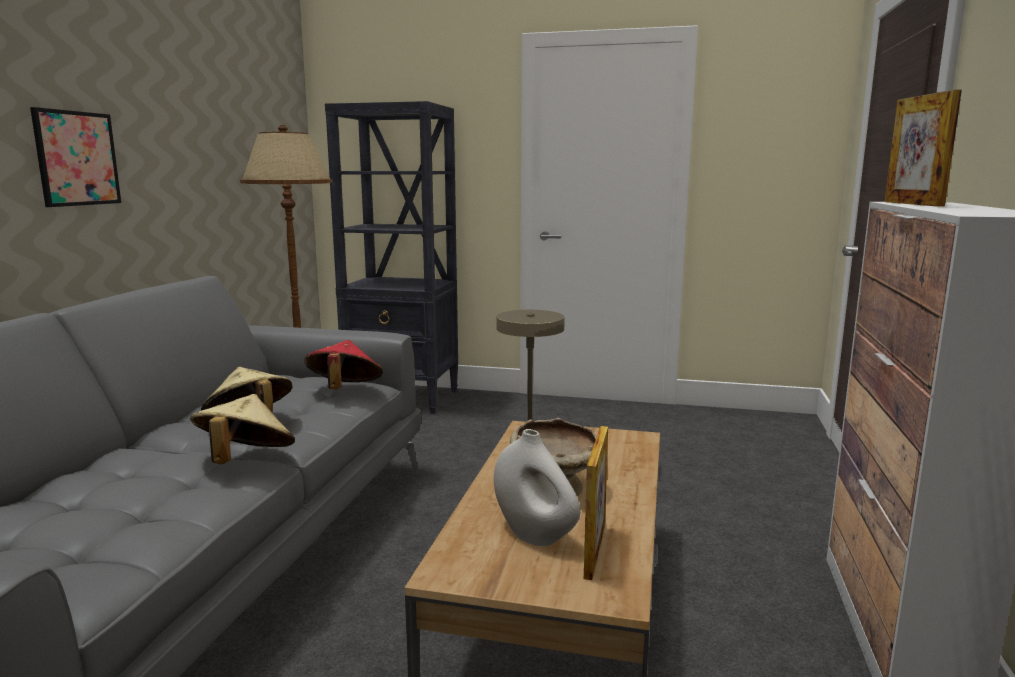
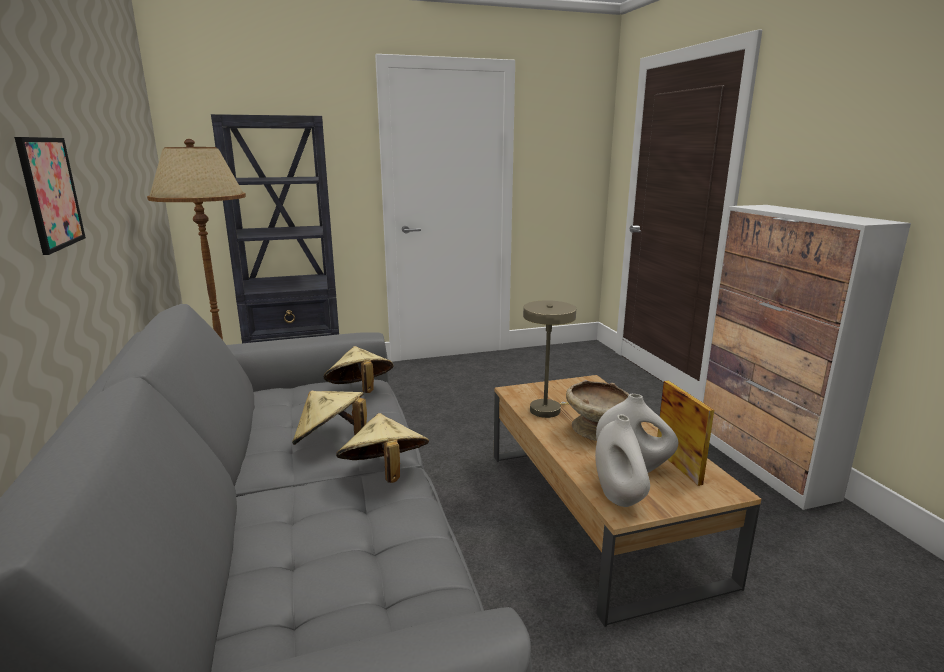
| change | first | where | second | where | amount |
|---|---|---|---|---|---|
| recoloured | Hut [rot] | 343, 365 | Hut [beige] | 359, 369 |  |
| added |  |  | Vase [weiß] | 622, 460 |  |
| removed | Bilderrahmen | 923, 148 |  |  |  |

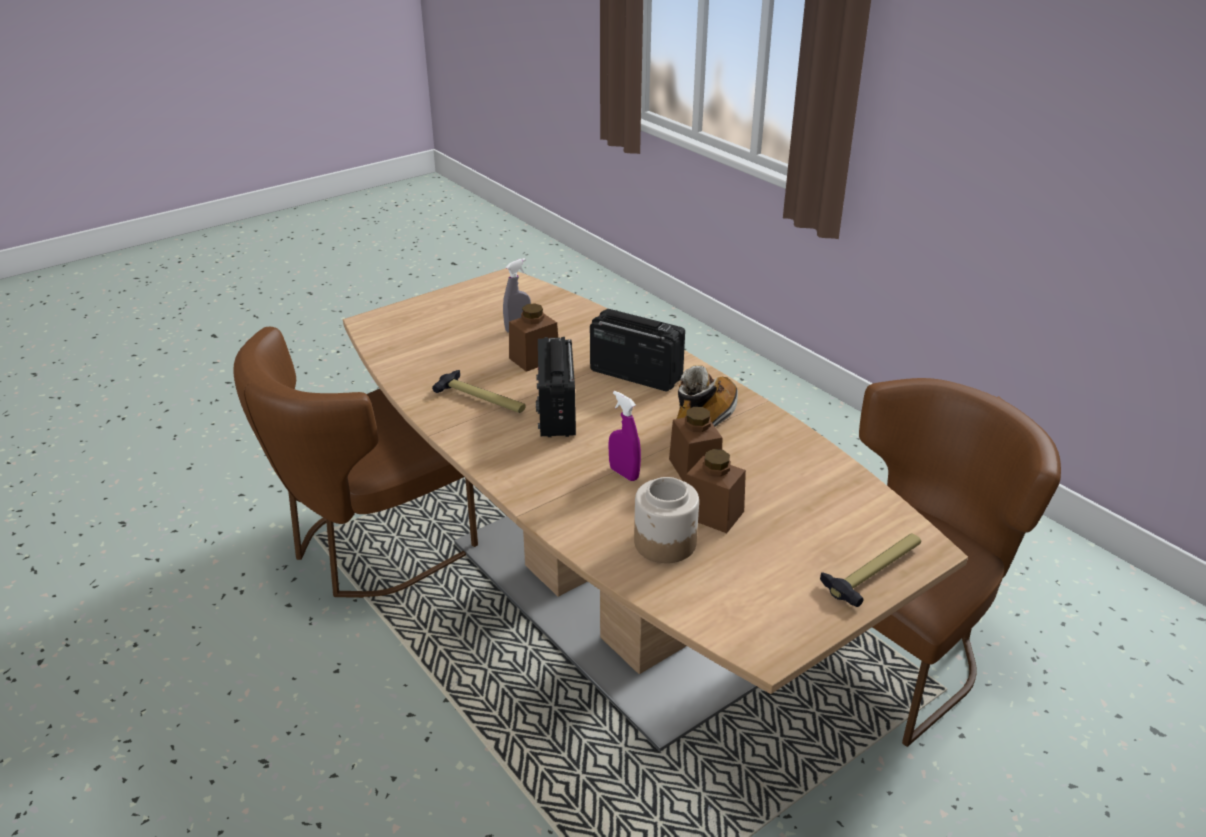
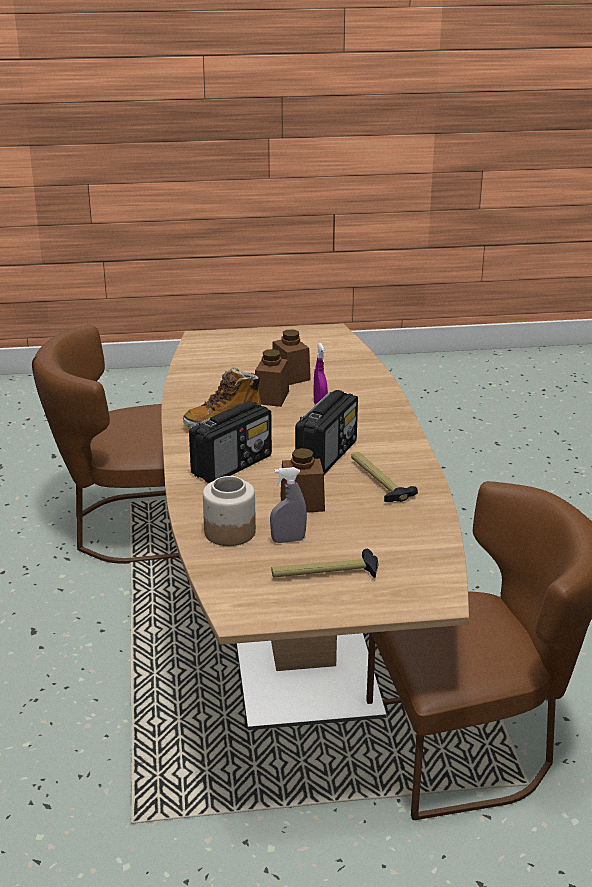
| change | first | where | second | where | amount |
|---|---|---|---|---|---|
| turned | Radio | 637, 350 |  | 230, 442 | 105 degrees counterclockwise |
| moved | Vorratsglas | 666, 520 |  | 229, 511 |  |
| moved | Hammer | 870, 570 |  | 324, 563 |  |

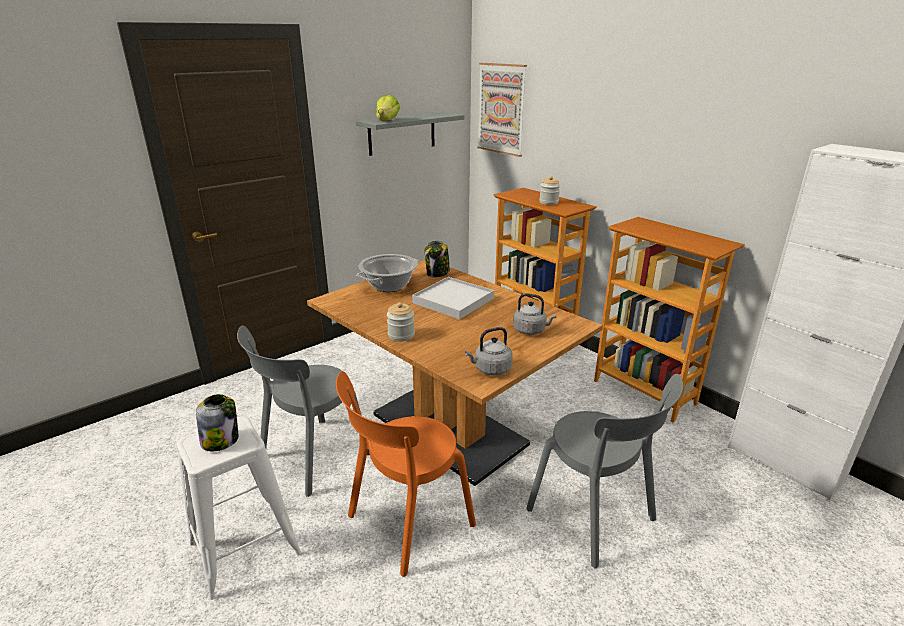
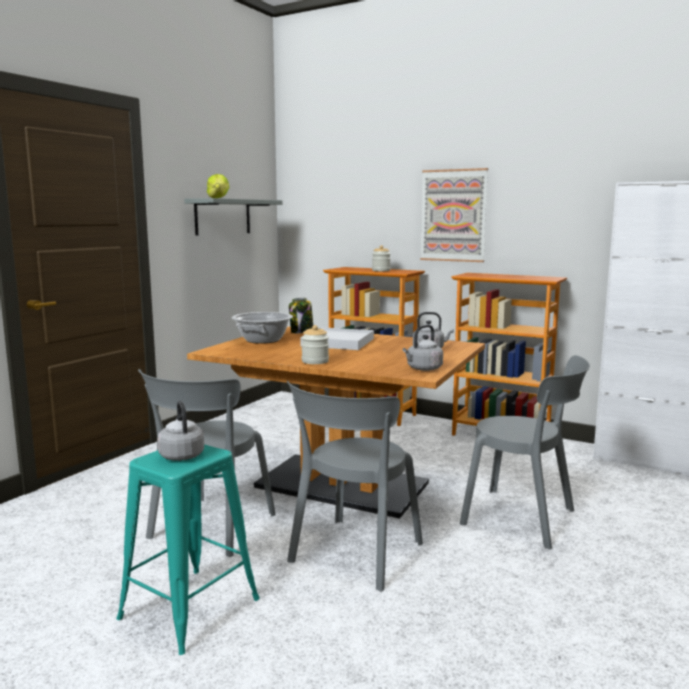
| change | first | where | second | where | amount |
|---|---|---|---|---|---|
| recoloured | Hocker [weiß] | 239, 508 | Hocker [türkis] | 188, 549 |  |
| replaced | Vorratsglas | 217, 422 | Wasserkessel [grau] | 181, 431 |  |
| recoloured | Stuhl [orange] | 406, 474 | Stuhl [grau] | 355, 485 |  |
| moved | Bild | 502, 110 |  | 454, 215 |  |

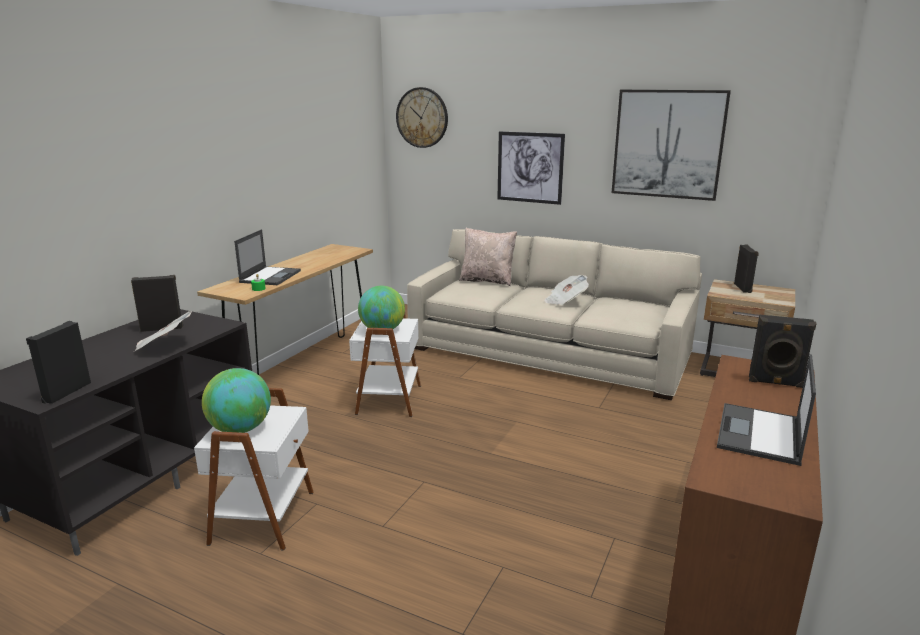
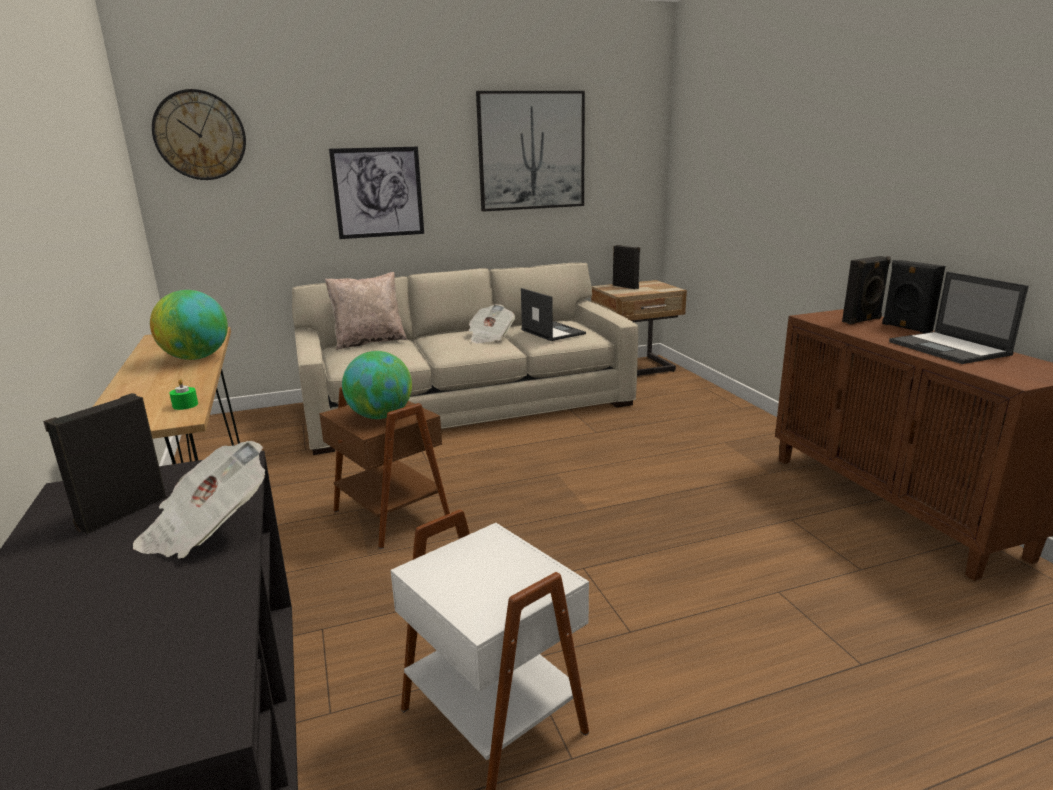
| change | first | where | second | where | amount |
|---|---|---|---|---|---|
| moved | Globus | 236, 400 |  | 189, 325 |  |
| recoloured | Beistelltisch [weiß] | 385, 365 | Beistelltisch [braun] | 384, 468 |  |
| moved | Laptop | 267, 257 |  | 553, 314 |  |
| moved | Lautsprecher [schwarz] | 58, 362 |  | 913, 296 |  |

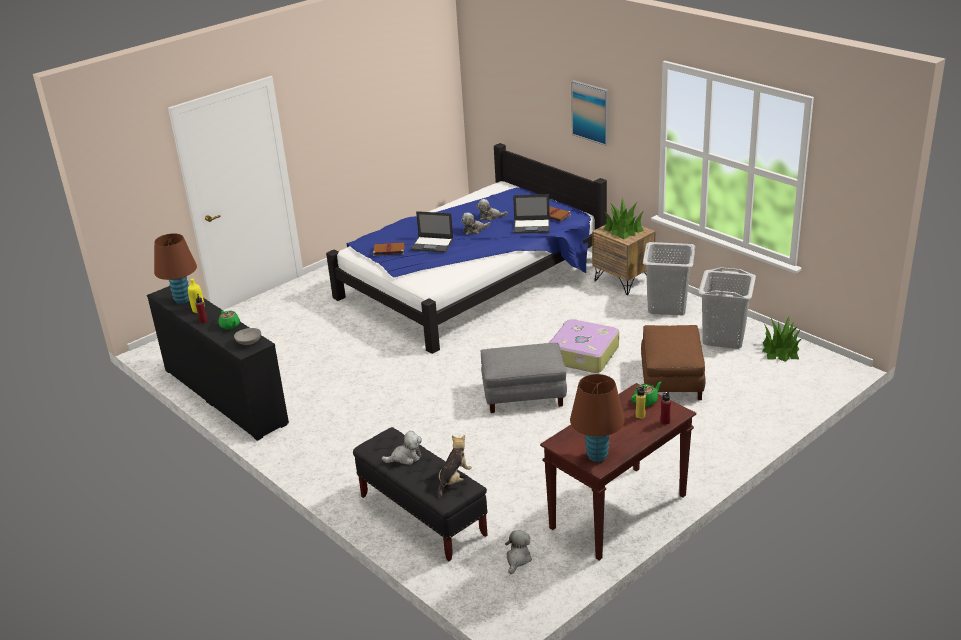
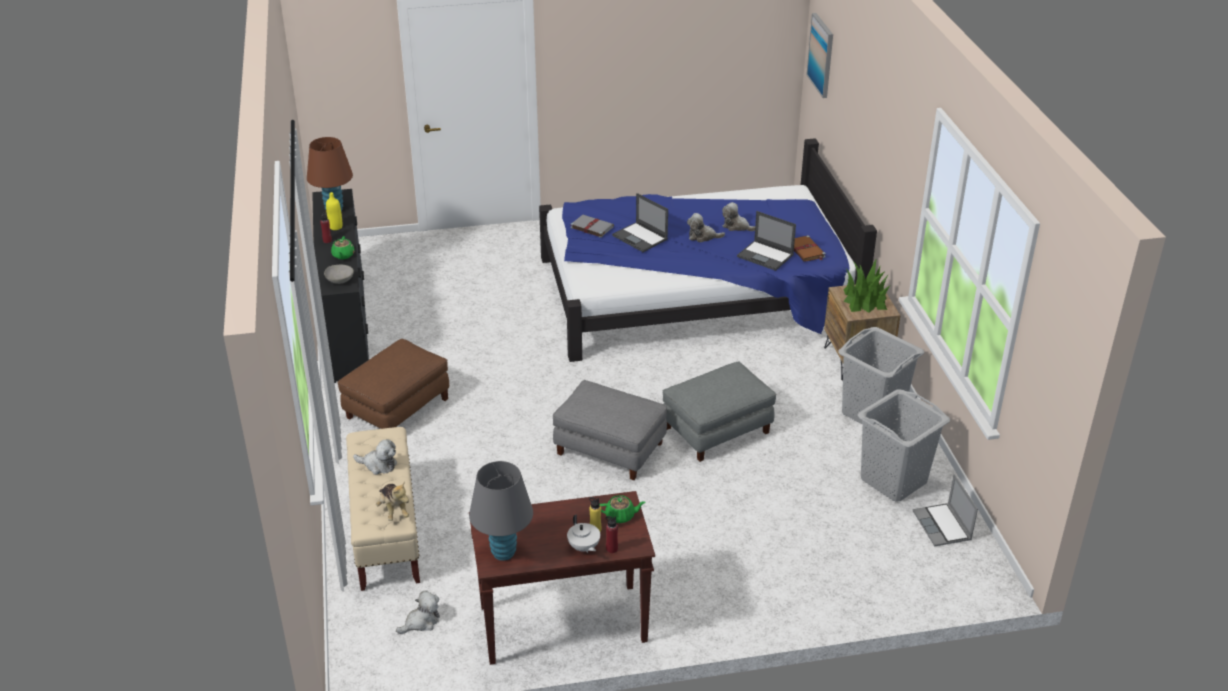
| change | first | where | second | where | amount |
|---|---|---|---|---|---|
| moved | Polsterhocker [braun] | 673, 362 |  | 393, 384 |  |
| recoloured | Bank [schwarz] | 420, 494 | Bank [beige] | 383, 509 |  |
| turned | Plüschtier | 455, 466 |  | 392, 501 | 90 degrees clockwise |
| recoloured | Tischlampe [braun] | 597, 418 | Tischlampe [grau] | 501, 511 |  |
| added |  |  | Teekanne [weiß] | 583, 534 |  |
| recoloured | Buch [braun] | 388, 249 | Buch [grau] | 592, 226 |  |
| replaced | Koffer | 583, 346 | Polsterhocker [grau] | 719, 411 |  |
| moved | Bild | 590, 113 |  | 819, 55 |  |
| replaced | Topfpflanze | 781, 338 | Laptop | 945, 510 |  |

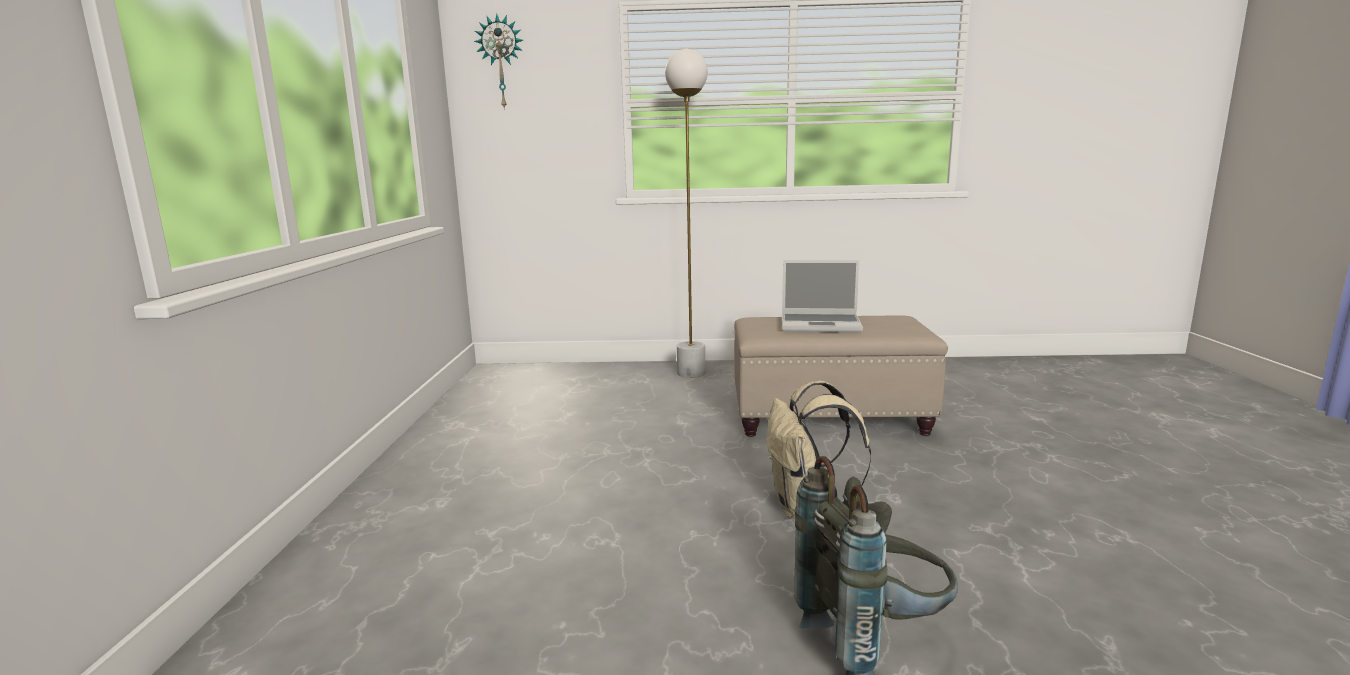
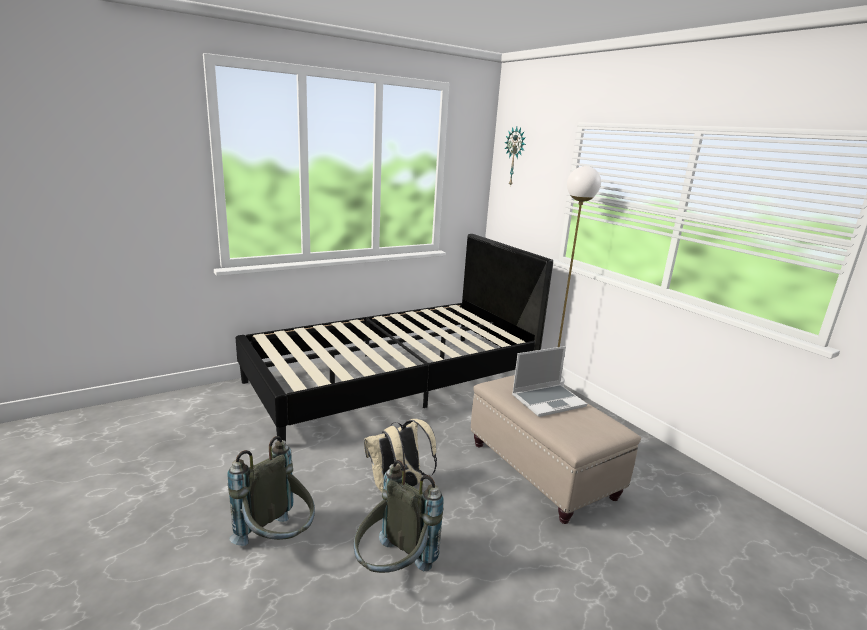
| change | first | where | second | where | amount |
|---|---|---|---|---|---|
| added |  |  | Bett [schwarz] | 394, 338 |  |
| added |  |  | Rucksack [grau] | 399, 516 |  |
| turned | Laptop | 822, 296 |  | 549, 381 | 90 degrees counterclockwise |

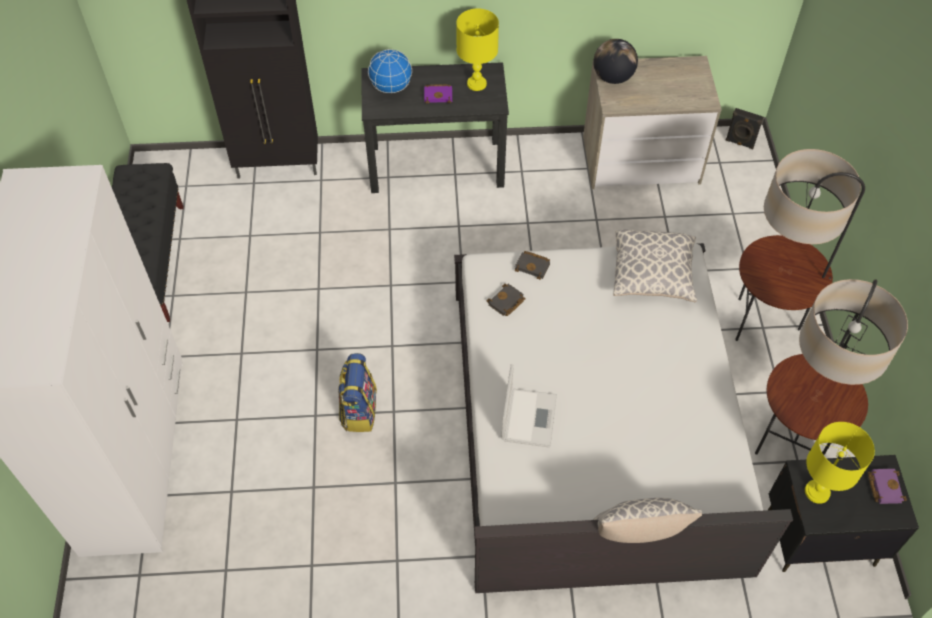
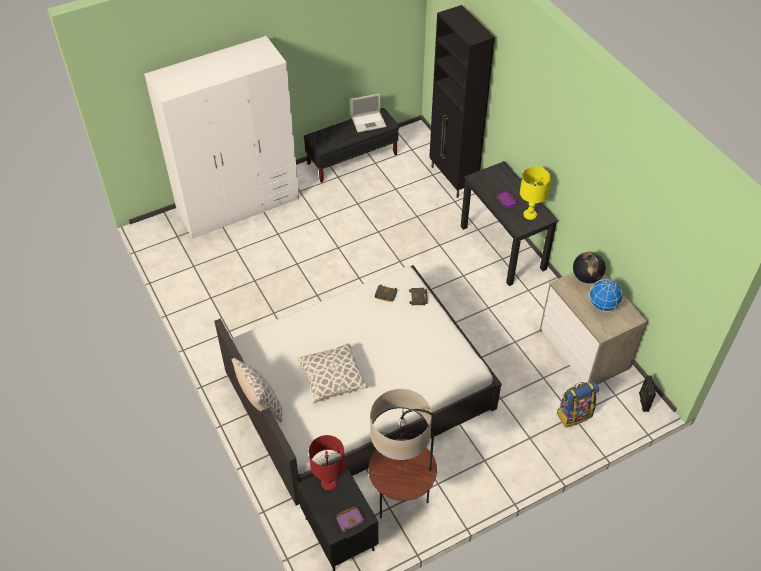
| change | first | where | second | where | amount |
|---|---|---|---|---|---|
| moved | Kissen | 655, 265 |  | 333, 373 |  |
| recoloured | Tischlampe [gelb] | 840, 463 | Tischlampe [rot] | 327, 463 |  |
| moved | Laptop | 529, 406 |  | 369, 113 |  |
| moved | Rucksack | 357, 392 |  | 578, 404 |  |
| moved | Globus | 390, 71 |  | 606, 295 |  |
| removed | Stehlampe | 800, 245 |  |  |  |

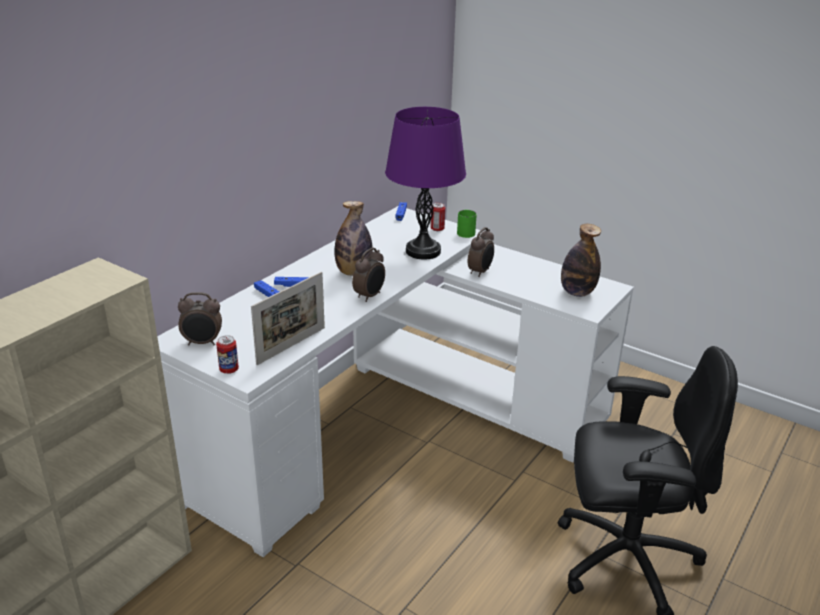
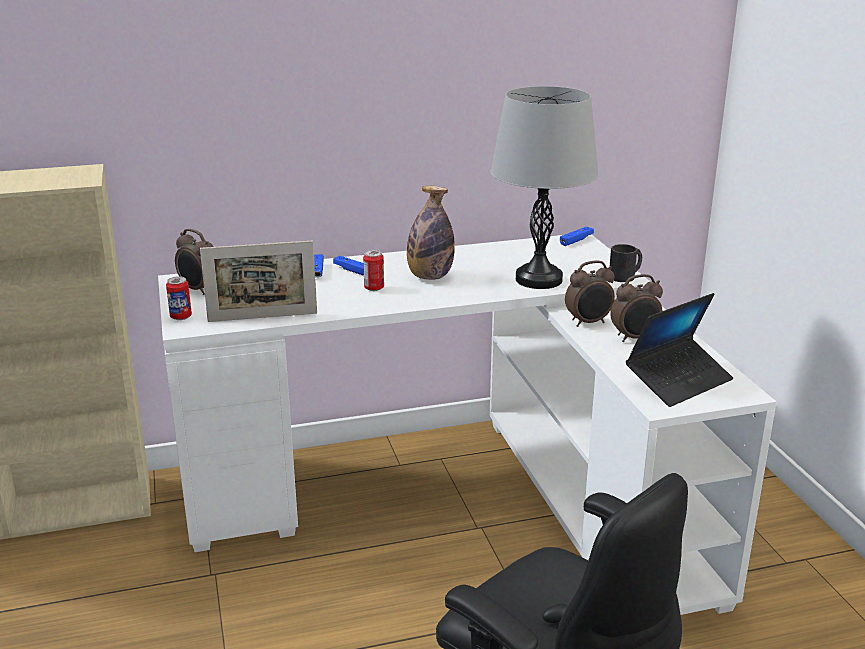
| change | first | where | second | where | amount |
|---|---|---|---|---|---|
| moved | Dose | 438, 217 |  | 373, 270 |  |
| recoloured | Tischlampe [lila] | 425, 183 | Tischlampe [grau] | 544, 187 |  |
| recoloured | Henkelbecher [grün] | 467, 224 | Henkelbecher [schwarz] | 626, 263 |  |
| moved | Wecker | 368, 275 |  | 637, 308 |  |
| replaced | Flasche | 581, 260 | Laptop | 679, 350 |  |

